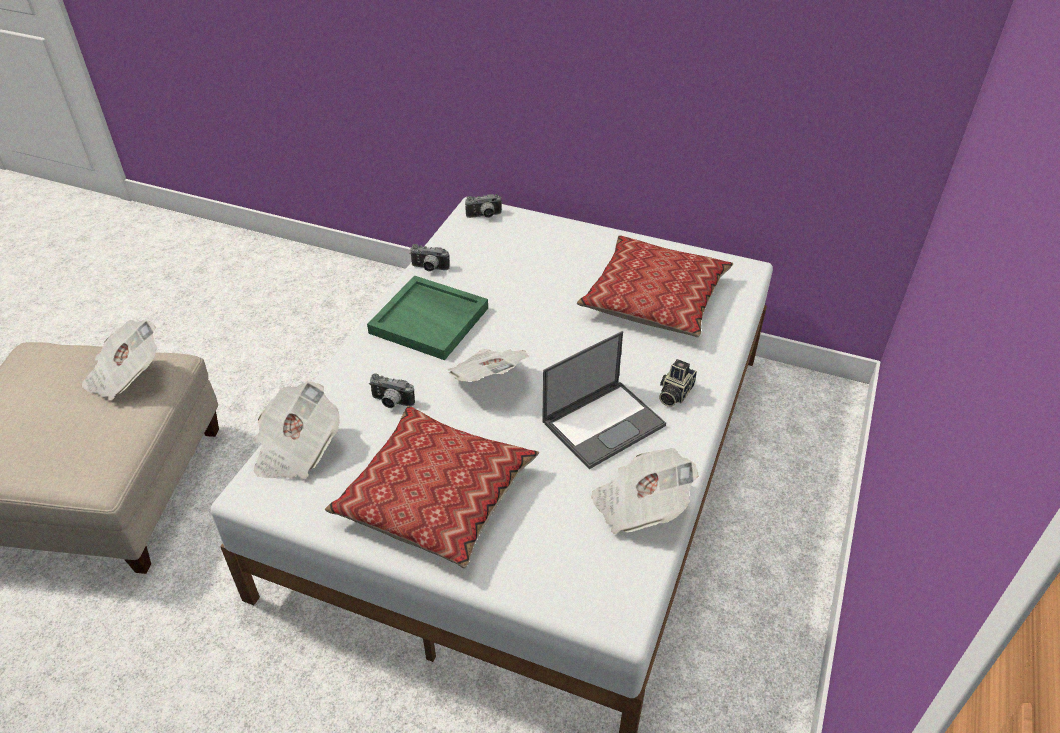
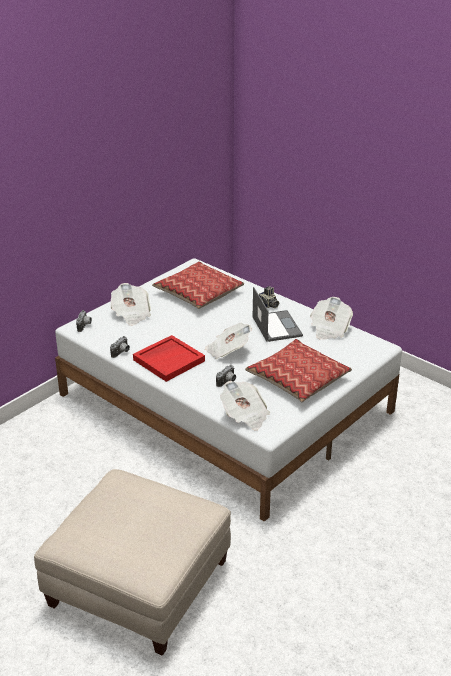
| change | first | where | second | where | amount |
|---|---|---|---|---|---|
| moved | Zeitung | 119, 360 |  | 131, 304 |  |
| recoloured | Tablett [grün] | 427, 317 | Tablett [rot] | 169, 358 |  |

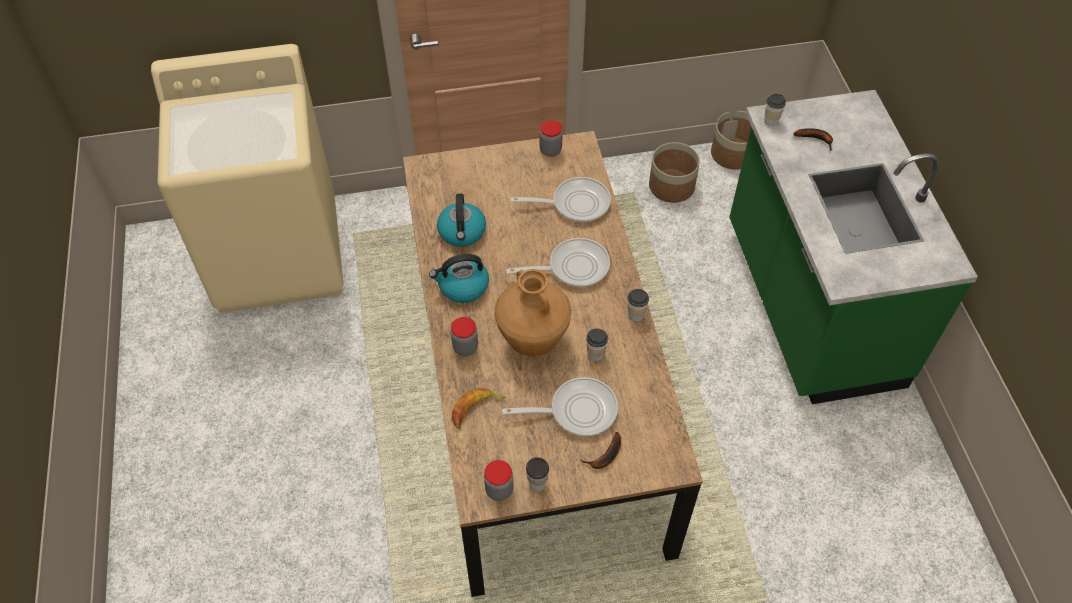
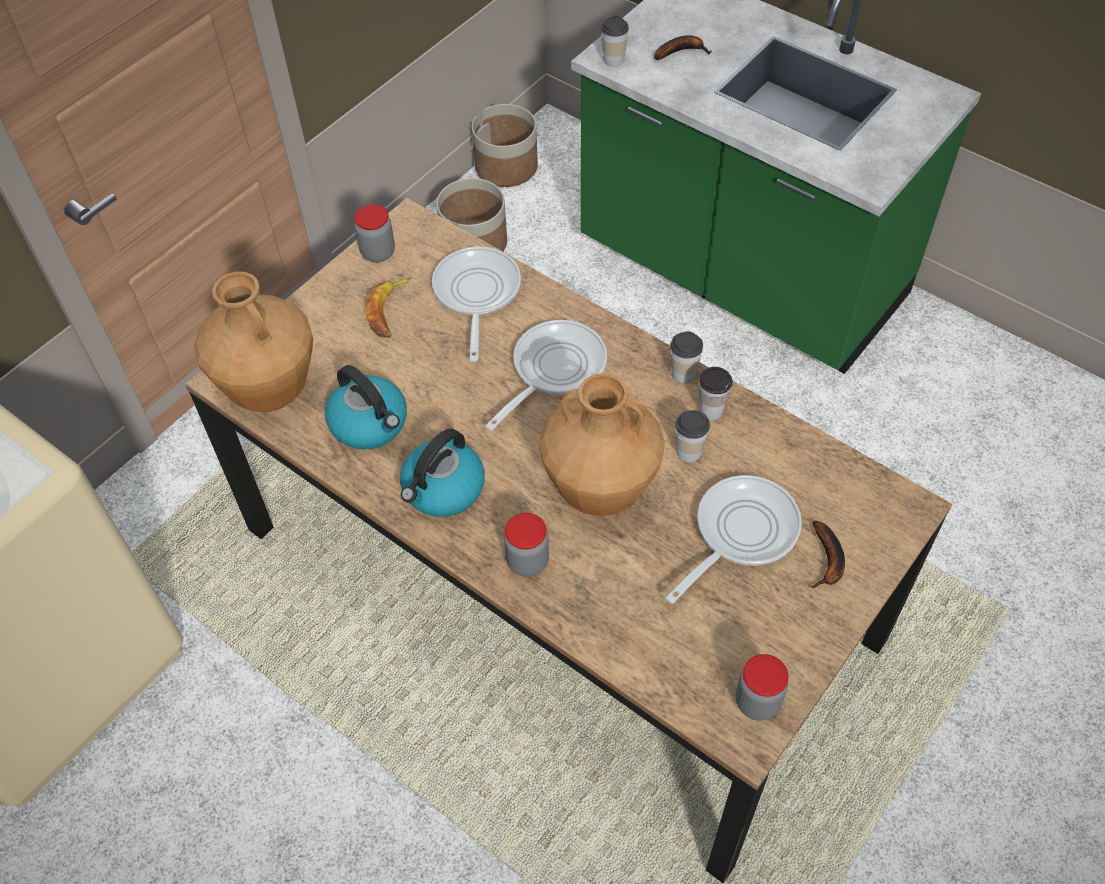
| change | first | where | second | where | amount |
|---|---|---|---|---|---|
| added |  |  | Vase [braun] | 253, 341 |  |
| moved | Banane | 479, 408 |  | 388, 307 |  |
| turned | Pfanne | 560, 199 |  | 476, 304 | 45 degrees counterclockwise |
| moved | Tasse | 537, 474 |  | 716, 393 |  |

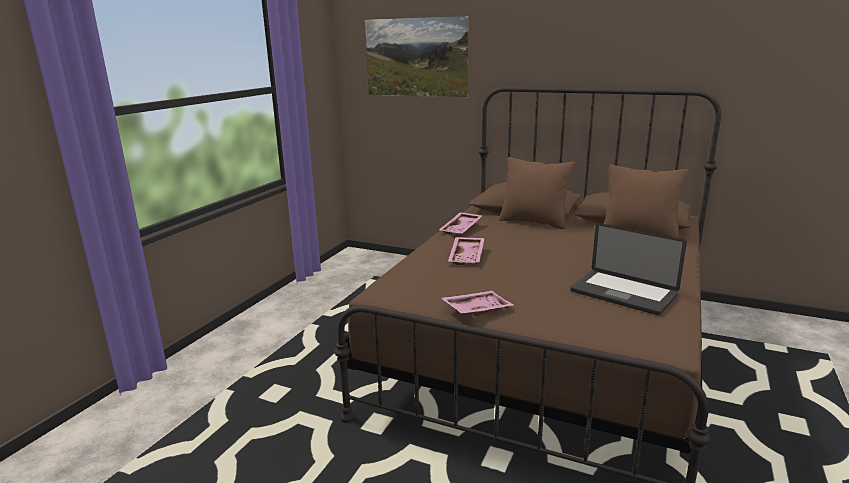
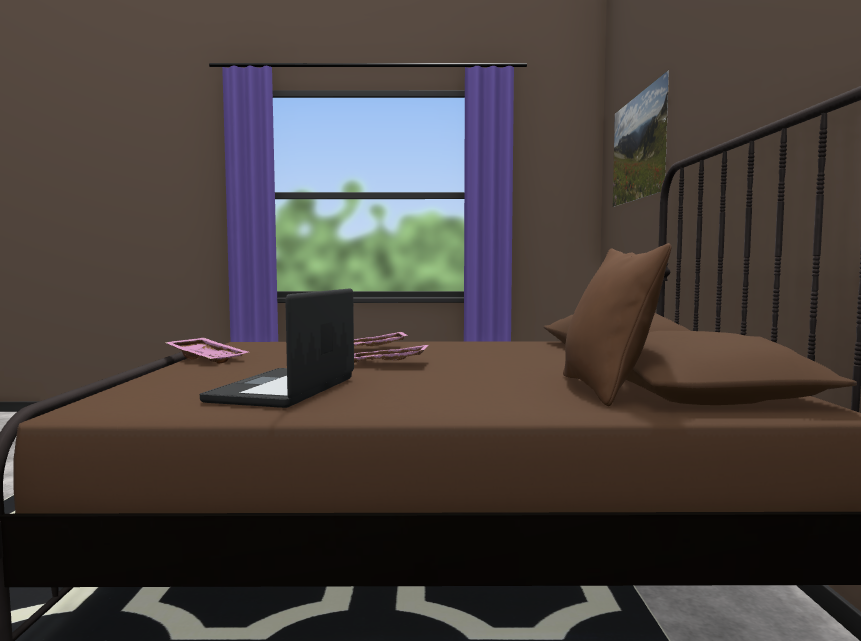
| change | first | where | second | where | amount |
|---|---|---|---|---|---|
| moved | Tablett [rosa] | 460, 223 |  | 391, 354 |  |
| removed | Kissen [braun] | 537, 193 |  |  |  |

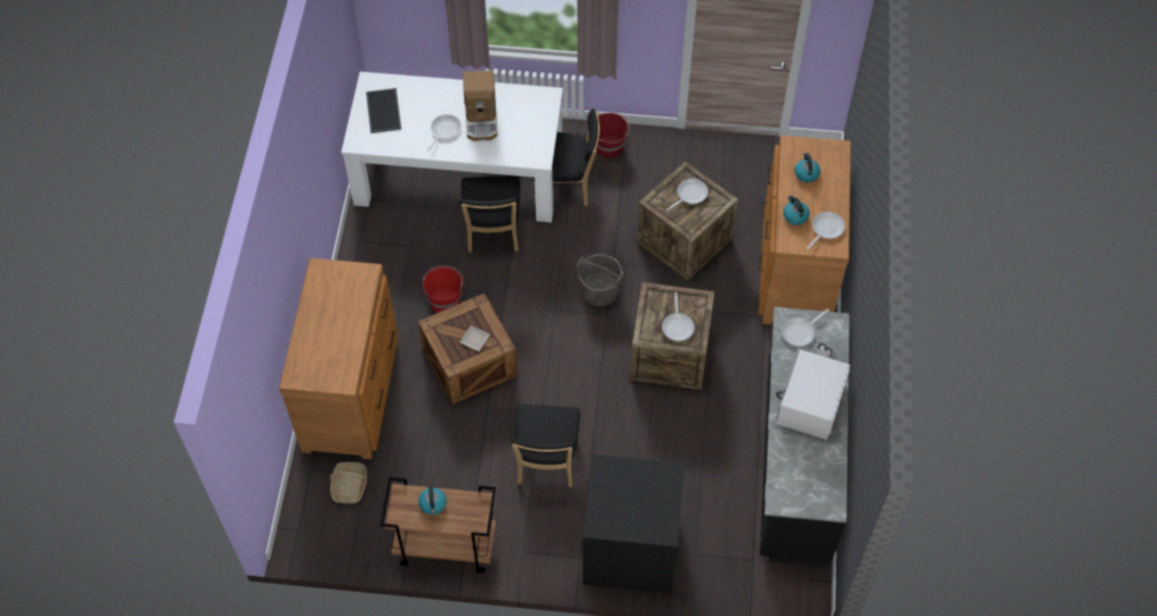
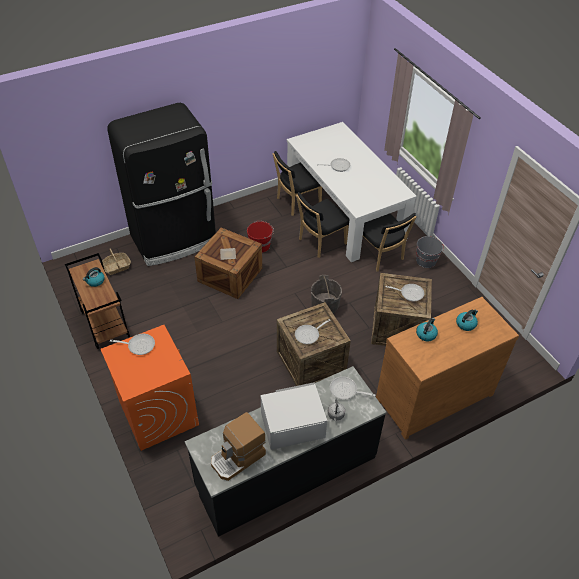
| change | first | where | second | where | amount |
|---|---|---|---|---|---|
| recoloured | Waschmaschine [schwarz] | 633, 523 | Waschmaschine [orange] | 149, 388 |  |
| replaced | Kommode [braun] | 338, 358 | Kühlschrank [schwarz] | 161, 184 |  |
| moved | Pfanne | 826, 231 |  | 132, 344 |  |
| moved | Kaffeemaschine | 480, 105 |  | 238, 446 |  |
| moved | Stuhl [schwarz] | 545, 445 |  | 297, 183 |  |
| recoloured | Eimer [rot] | 613, 135 | Eimer [grau] | 430, 252 |  |
| removed | Tablett | 383, 110 |  |  |  |

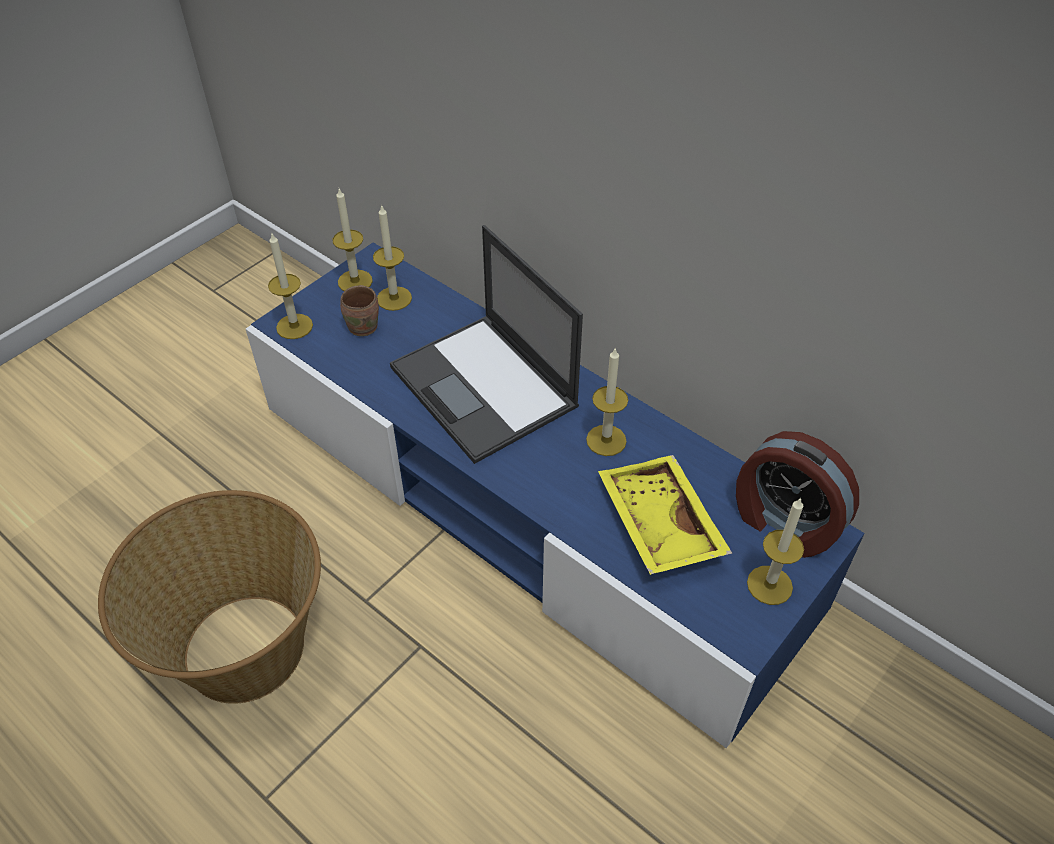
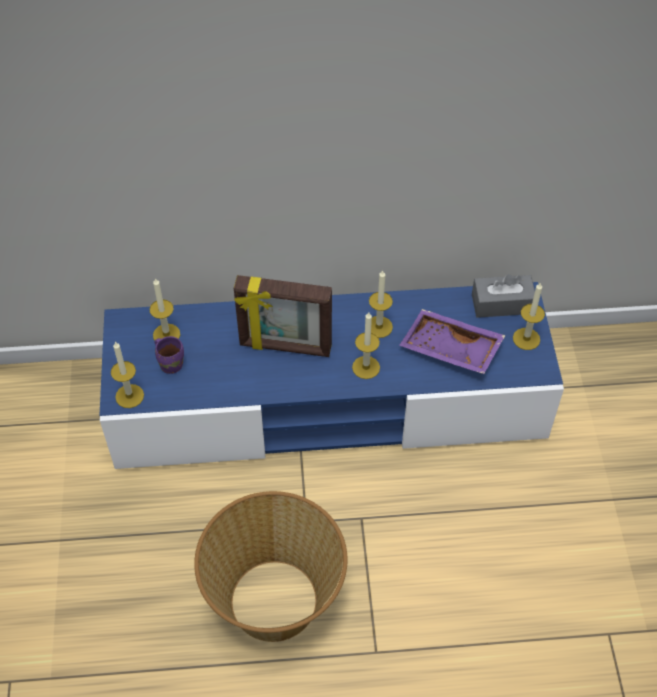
| change | first | where | second | where | amount |
|---|---|---|---|---|---|
| recoloured | Henkelbecher [braun] | 359, 310 | Henkelbecher [lila] | 169, 355 |  |
| replaced | Laptop | 486, 344 | Bilderrahmen | 283, 316 |  |
| moved | Kerze | 353, 240 |  | 366, 345 |  |
| recoloured | Tablett [gelb] | 665, 515 | Tablett [lila] | 452, 341 |  |
| replaced | Wecker | 797, 494 | Taschentuchbox [grau] | 503, 296 |  |

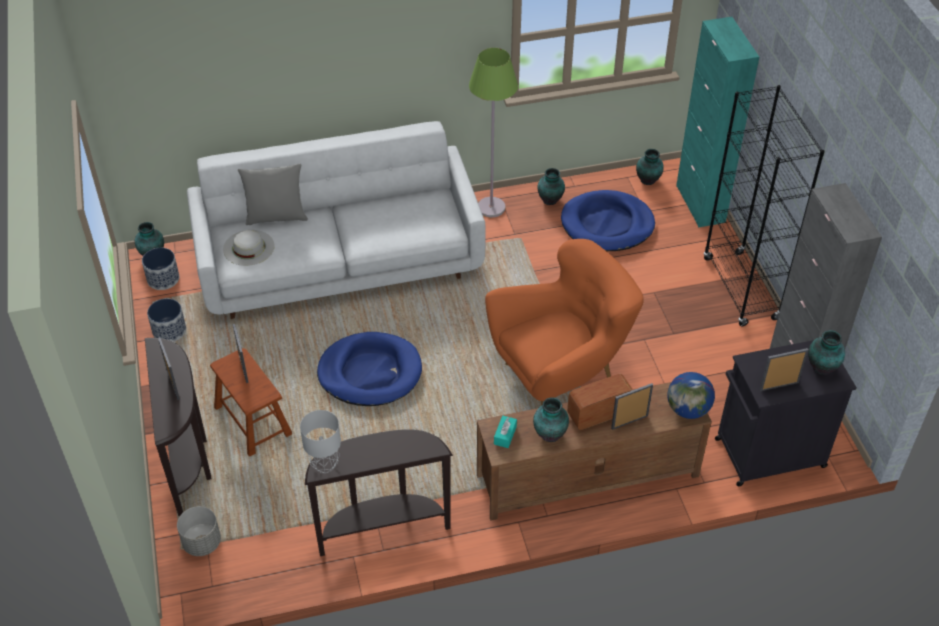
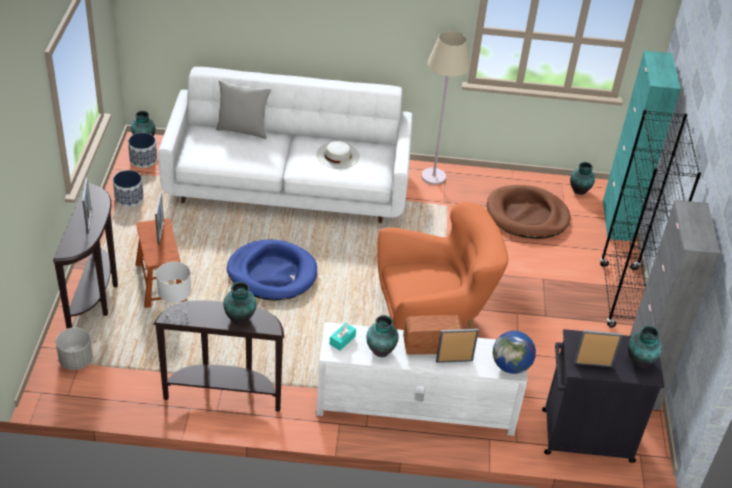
| change | first | where | second | where | amount |
|---|---|---|---|---|---|
| moved | Vase | 551, 186 |  | 240, 303 |  |
| moved | Hut [weiß] | 249, 248 |  | 338, 155 |  |
| recoloured | Fernsehschrank [braun] | 594, 451 | Fernsehschrank [weiß] | 422, 379 |  |
| recoloured | Stehlampe [grün] | 493, 132 | Stehlampe [beige] | 446, 108 |  |
| recoloured | Hundebett [blau] | 608, 220 | Hundebett [braun] | 528, 212 |  |

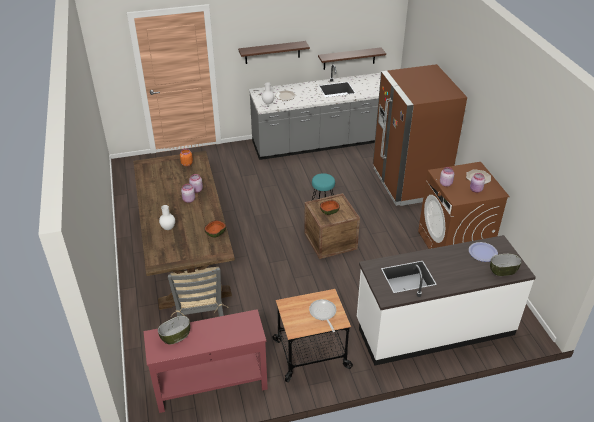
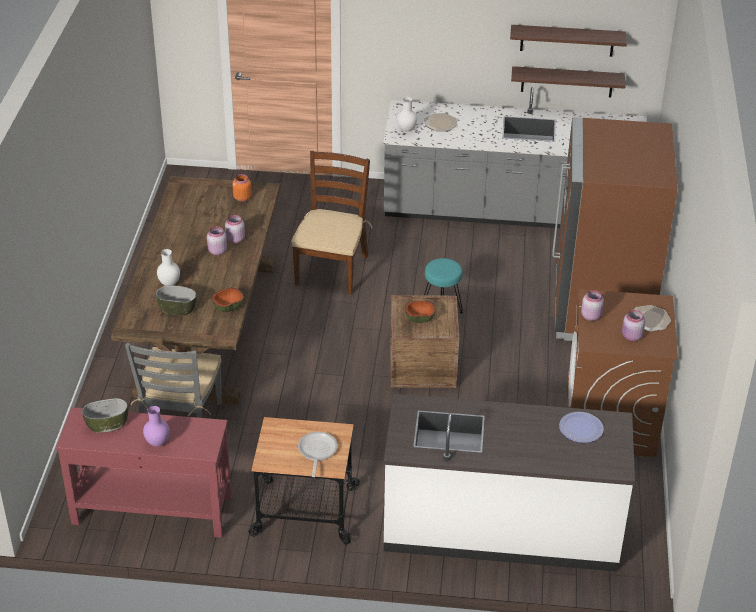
| change | first | where | second | where | amount |
|---|---|---|---|---|---|
| added |  |  | Vase [lila] | 156, 426 |  |
| moved | Schüssel | 506, 265 |  | 176, 300 |  |
| added |  |  | Stuhl [braun] | 332, 223 |  |
| moved | Wandregal | 274, 52 |  | 568, 41 |  |

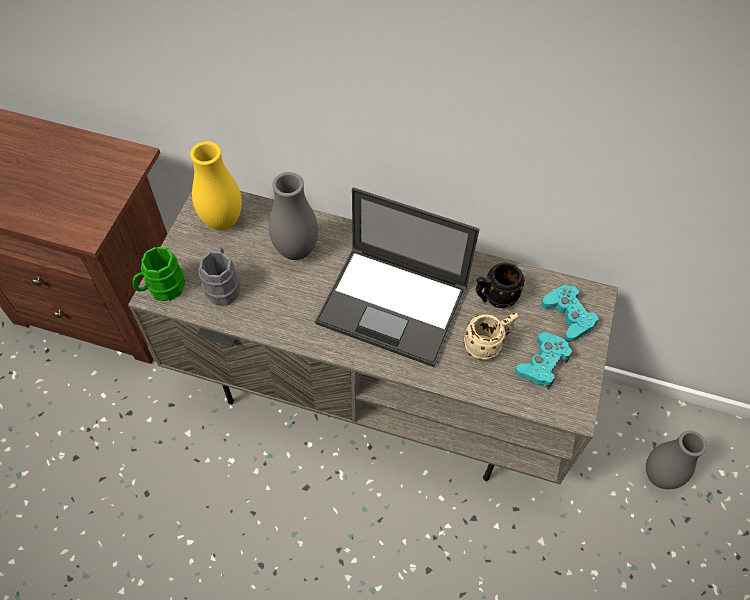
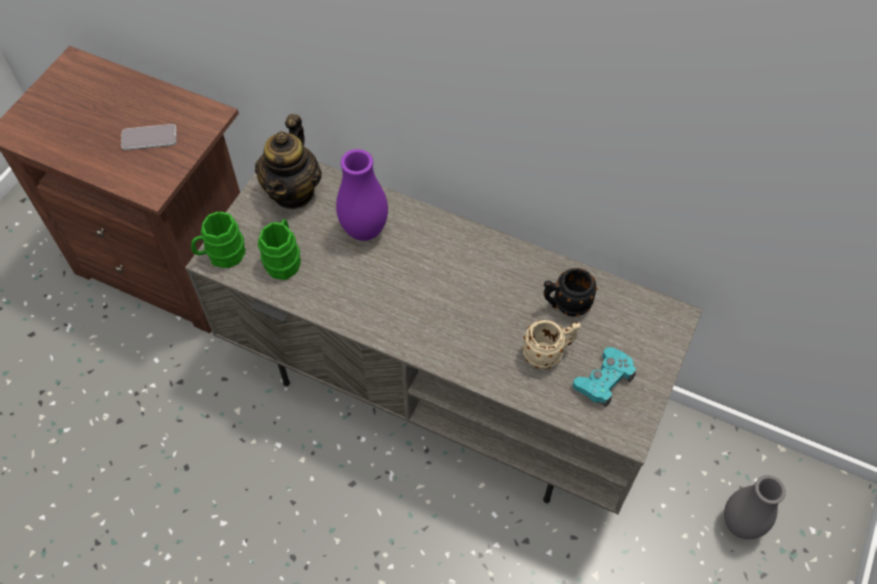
| change | first | where | second | where | amount |
|---|---|---|---|---|---|
| added |  |  | Handy | 149, 137 |  |
| replaced | Vase [gelb] | 216, 185 | Teekanne | 288, 161 |  |
| recoloured | Henkelbecher [grau] | 219, 276 | Henkelbecher [grün] | 279, 249 |  |
| recoloured | Vase [grau] | 293, 216 | Vase [lila] | 362, 195 |  |
| removed | Laptop | 397, 277 |  |  |  |
| removed | Gamepad [türkis] | 570, 313 |  |  |  |

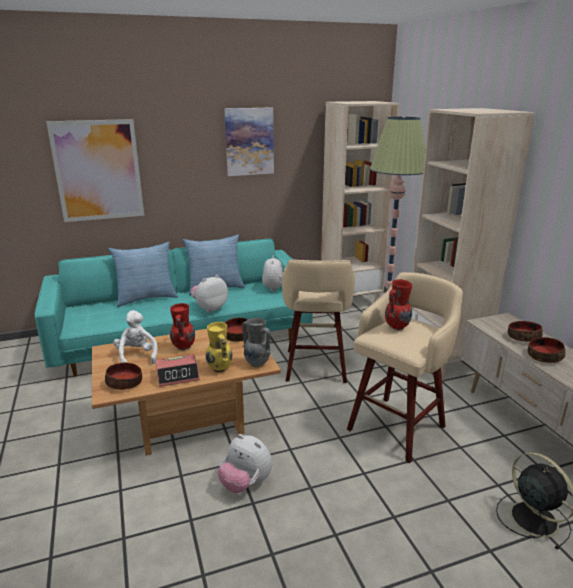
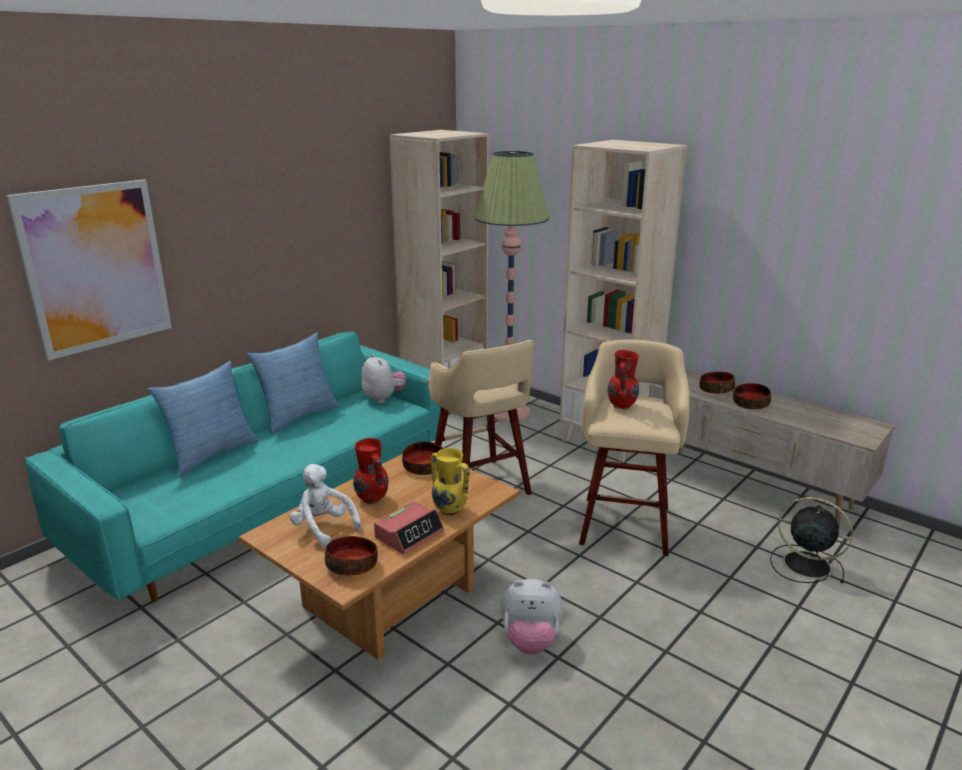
| change | first | where | second | where | amount |
|---|---|---|---|---|---|
| removed | Plüschtier | 209, 294 |  |  |  |
| removed | Bild | 249, 141 |  |  |  |
| removed | Vase [grau] | 256, 342 |  |  |  |

